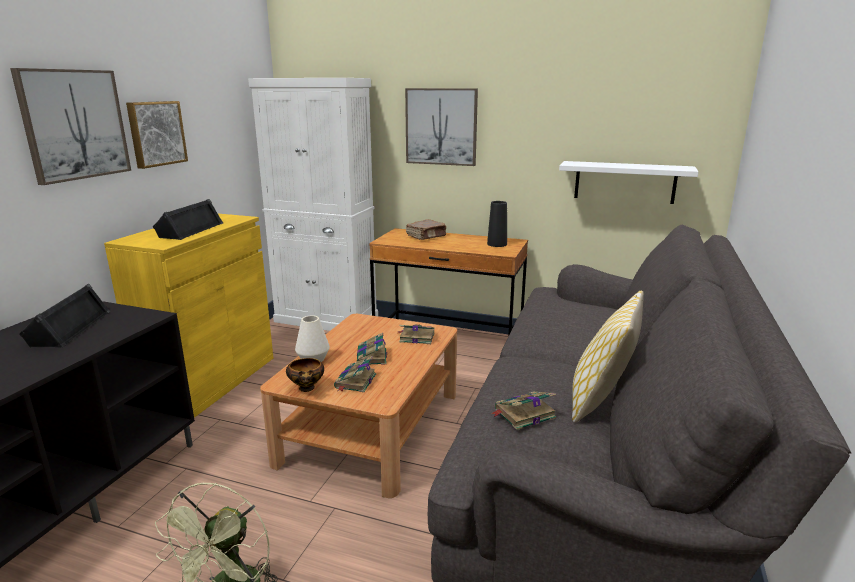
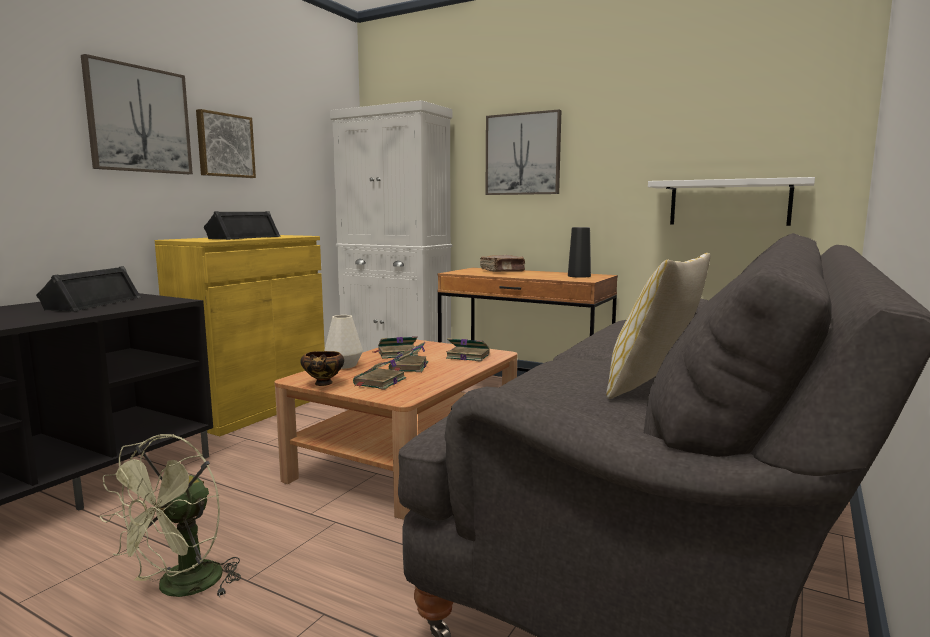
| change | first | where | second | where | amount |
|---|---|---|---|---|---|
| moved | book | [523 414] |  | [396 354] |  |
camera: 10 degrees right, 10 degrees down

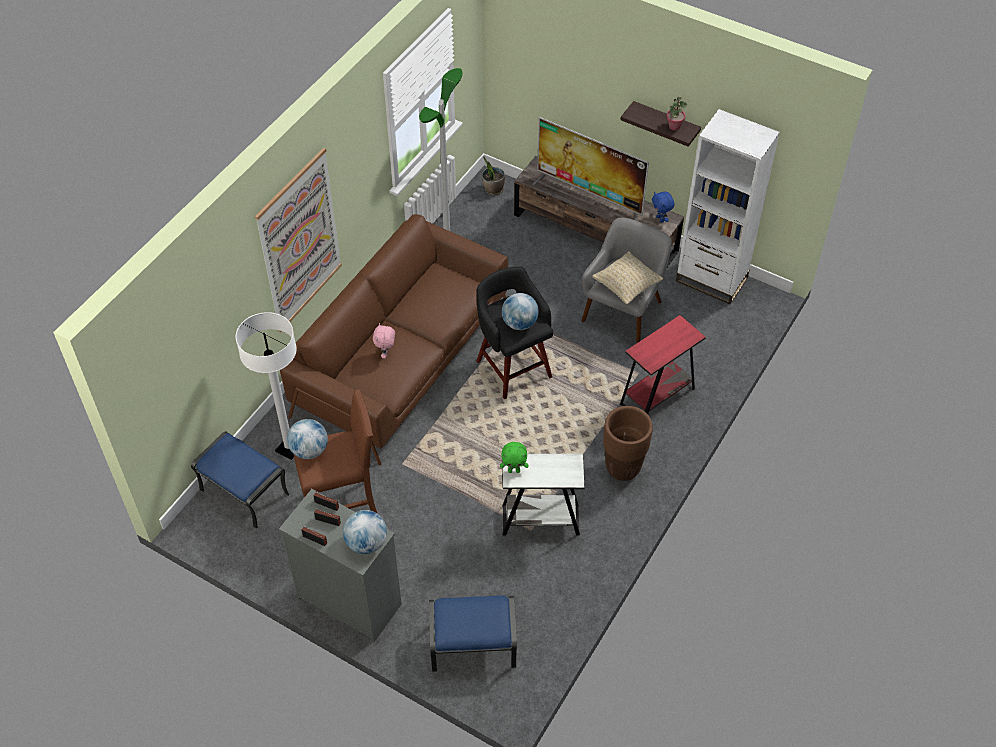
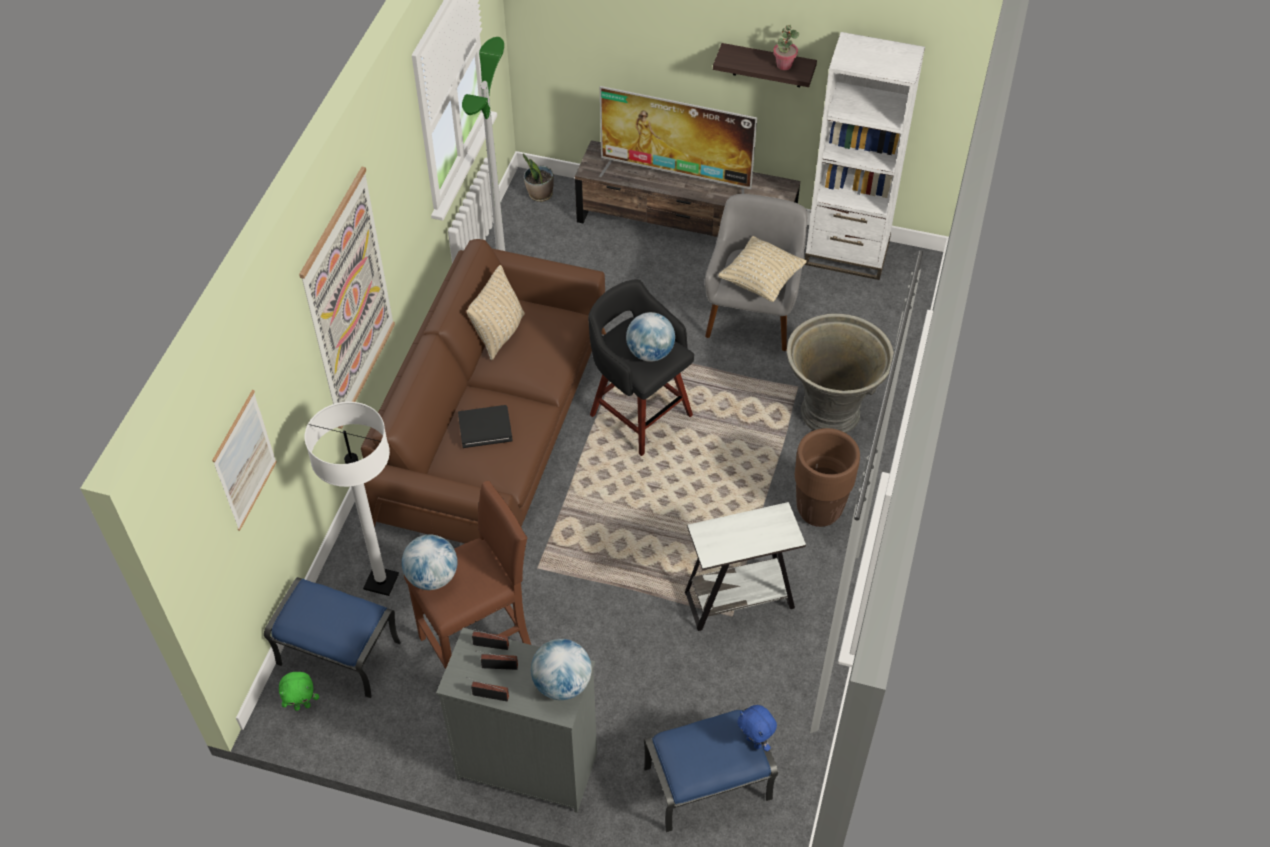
| change | first | where | second | where | amount |
|---|---|---|---|---|---|
| added |  |  | picture | [244 460] |  |
| moved | plush toy in green | [514 470] |  | [302 706] |  |
| replaced | plush toy in pink | [386 353] | book in black | [485 428] |  |
| added |  |  | pillow in beige | [499 333] |  |
| moved | plush toy in blue | [660 219] |  | [754 742] |  |
| replaced | side table in red | [657 396] | planter in grey | [830 411] |  |
camera: 15 degrees left, 0 degrees up

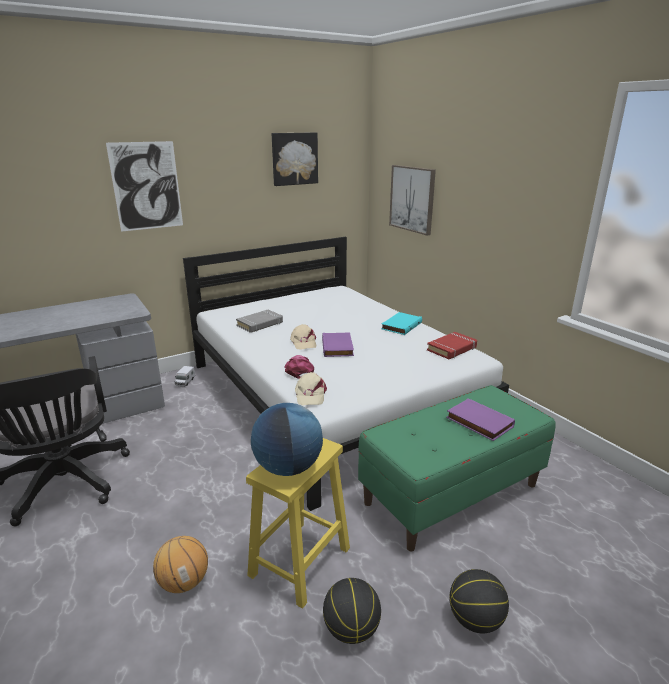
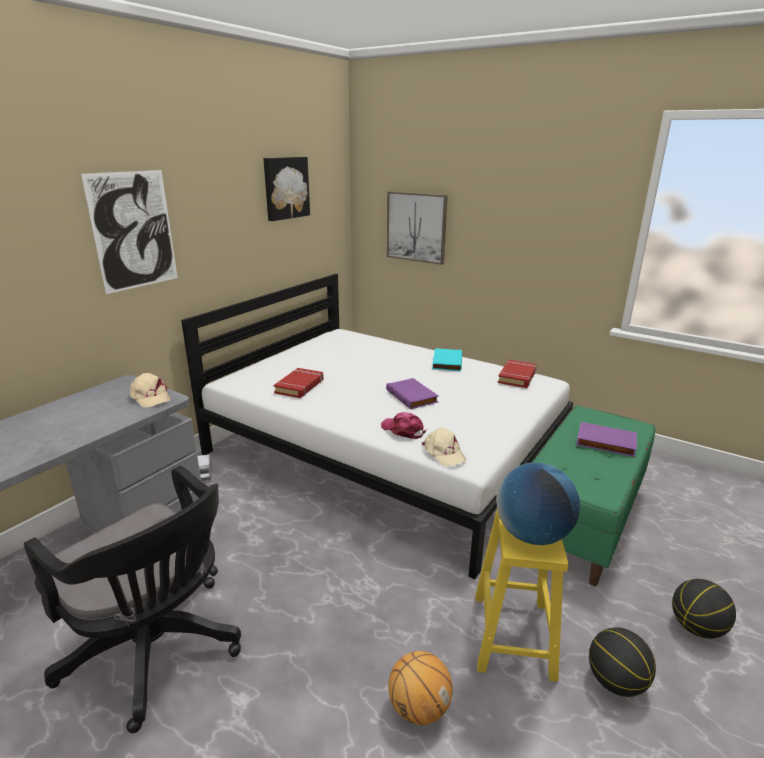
| change | first | where | second | where | amount |
|---|---|---|---|---|---|
| moved | cap in beige | [303 342] |  | [150 397] |  |
| recoloured | book in grey | [260 324] | book in red | [300 386] |  |
camera: 25 degrees left, 0 degrees up

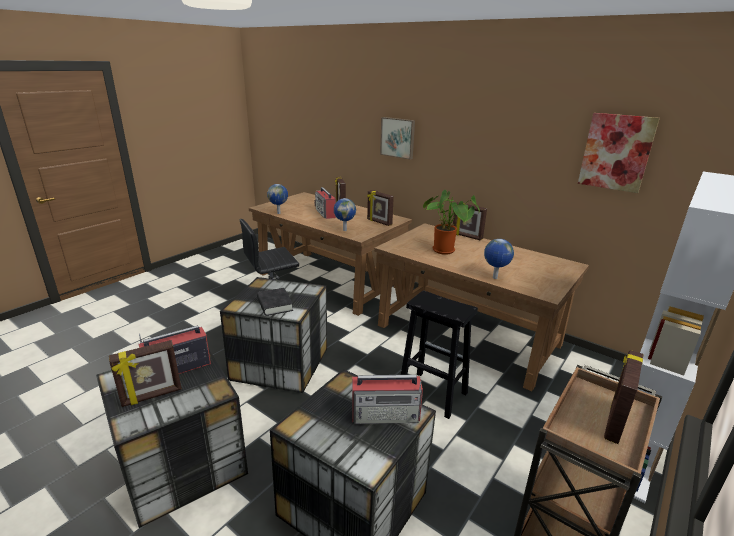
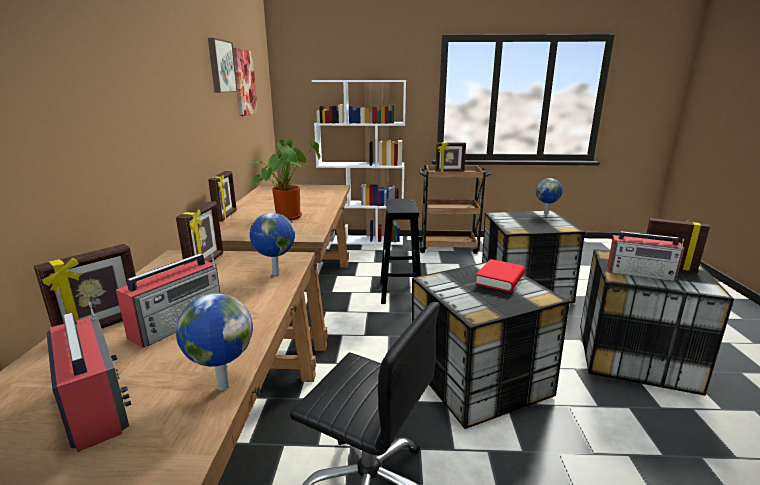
| change | first | where | second | where | amount |
|---|---|---|---|---|---|
| moved | radio | [386 415] |  | [94 405] |  |
| moved | picture | [398 137] |  | [220 66] |  |
| recoloured | book in black | [274 305] | book in red | [500 280] |  |
| moved | globe | [494 278] |  | [546 214] |  |
camera: 125 degrees left, 5 degrees down

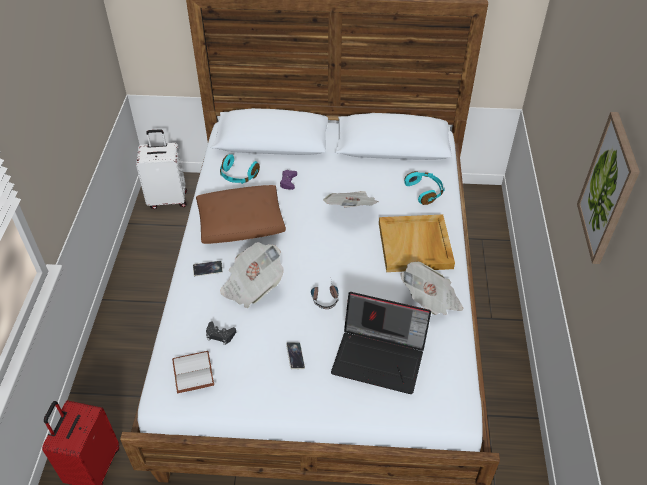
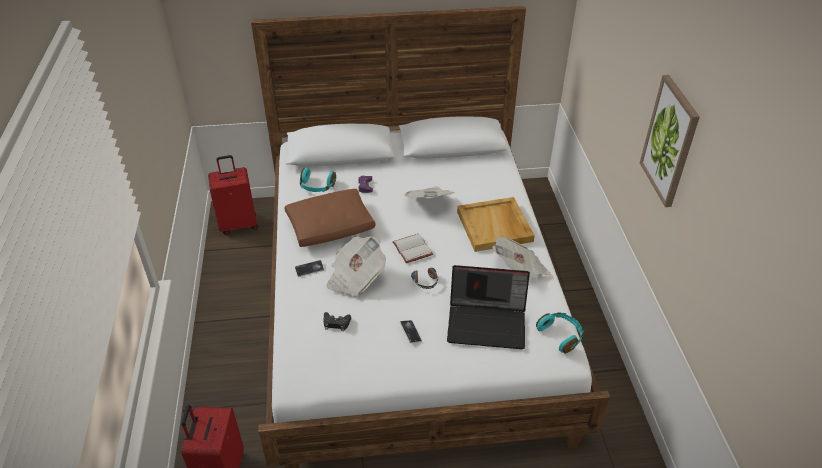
| change | first | where | second | where | amount |
|---|---|---|---|---|---|
| recoloured | suitcase in white | [168 199] | suitcase in red | [238 224] |  |
| moved | book in white | [191 372] |  | [411 249] |  |
| moved | headphones in turquoise | [425 191] |  | [561 335] |  |
camera: 10 degrees left, 5 degrees down

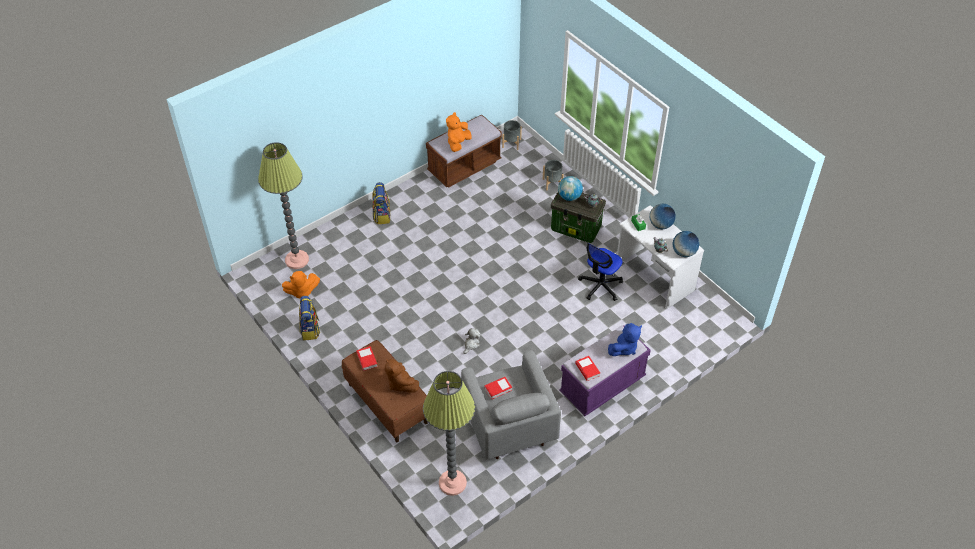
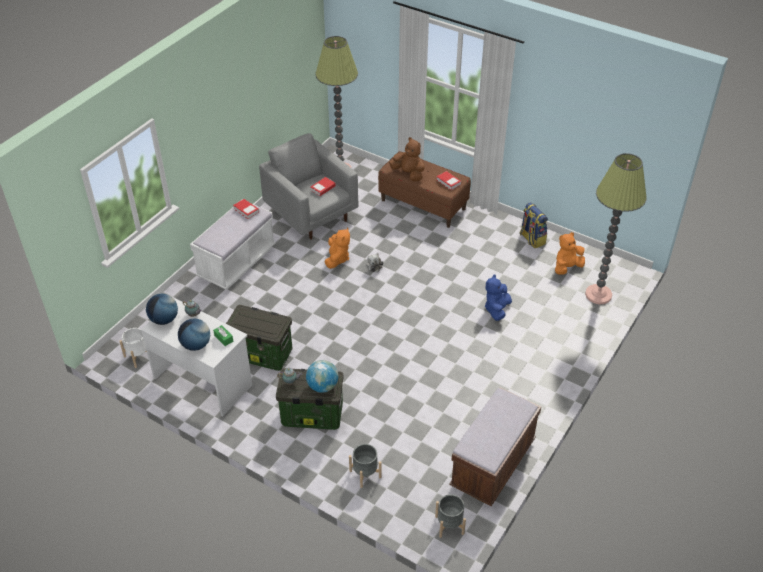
| change | first | where | second | where | amount |
|---|---|---|---|---|---|
| added |  |  | planter in white | [138 356] |  |
| recoloured | bench in purple | [602 385] | bench in white | [236 263] |  |
| replaced | office chair | [600 286] | storage box | [263 354] |  |
| moved | plush toy in orange | [458 143] |  | [337 259] |  |
| moved | plush toy in blue | [624 348] |  | [497 309] |  |
| removed | backpack | [381 215] |  |  |  |
camera: 160 degrees right, 5 degrees down

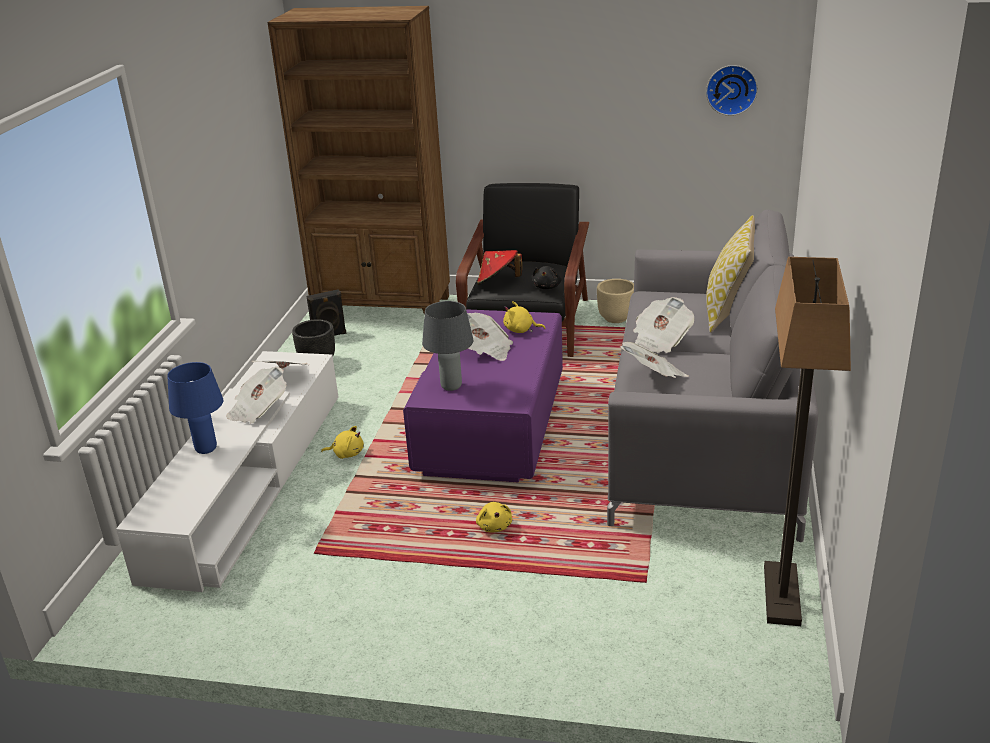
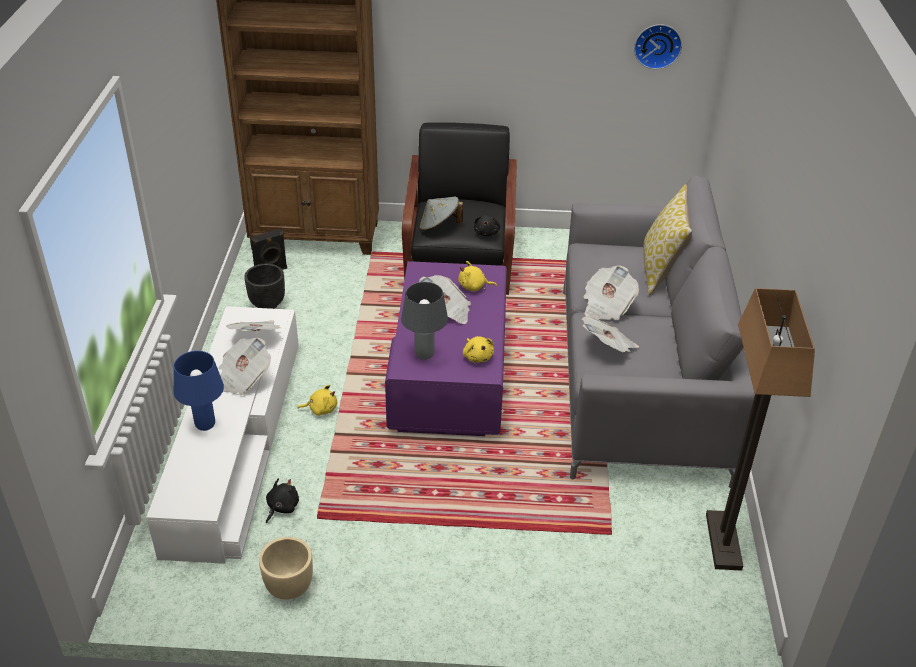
| change | first | where | second | where | amount |
|---|---|---|---|---|---|
| moved | planter in beige | [615 318] |  | [288 587] |  |
| added |  |  | plush toy in black | [281 507] |  |
| recoloured | hat in red | [498 282] | hat in grey | [439 226] |  |
| moved | plush toy in yellow | [494 526] |  | [477 356] |  |
camera: 10 degrees left, 10 degrees up

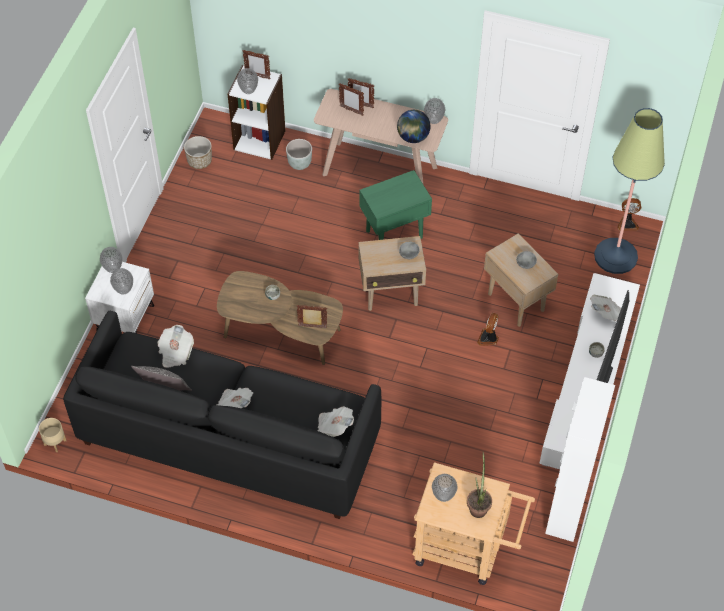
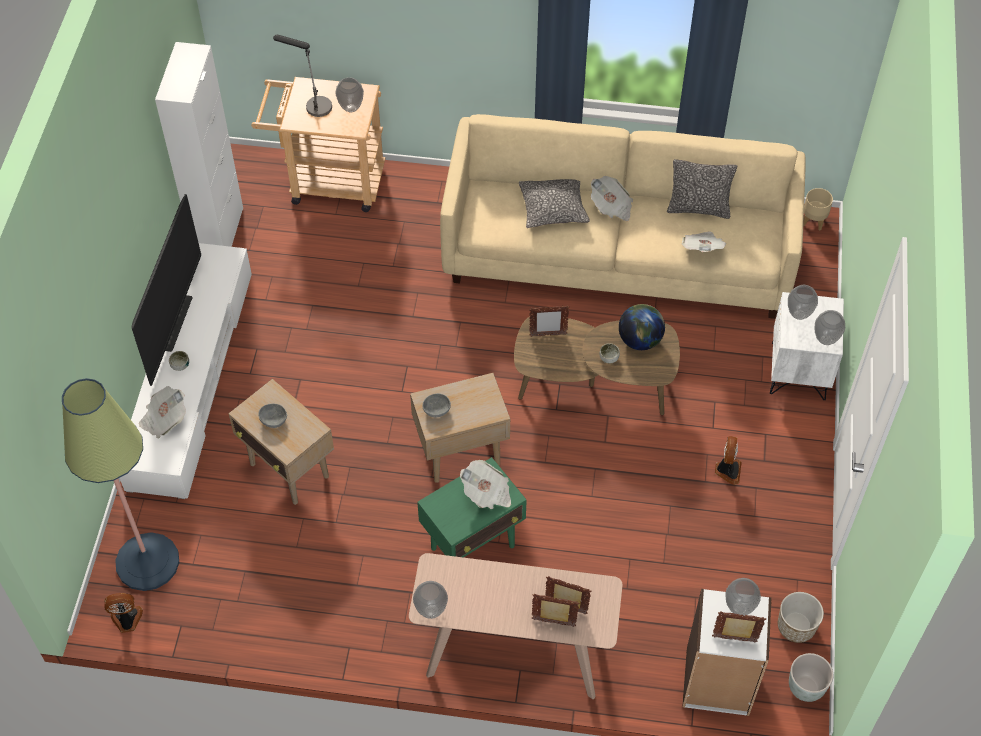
| change | first | where | second | where | amount |
|---|---|---|---|---|---|
| replaced | potted plant | [478 506] | table lamp | [312 104] |  |
| recoloured | sofa in black | [229 438] | sofa in beige | [618 253] |  |
| moved | newspaper | [334 426] |  | [487 493] |  |
| added |  |  | pillow | [553 208] |  |
| moved | globe | [413 137] |  | [640 340] |  |
| moved | fan | [488 338] |  | [727 470] |  |
| moved | planter in grey | [300 164] |  | [805 687] |  |
camera: 170 degrees right, 0 degrees up

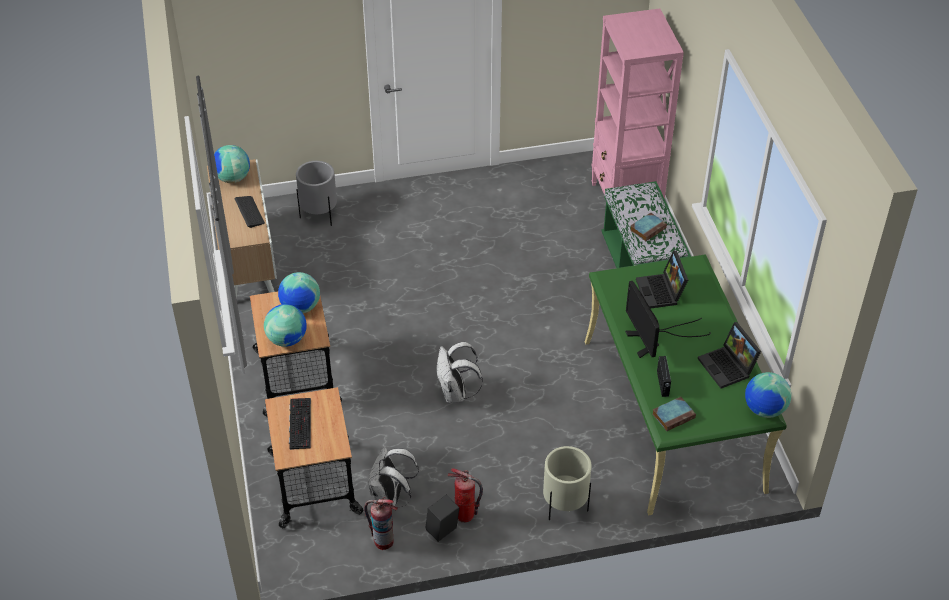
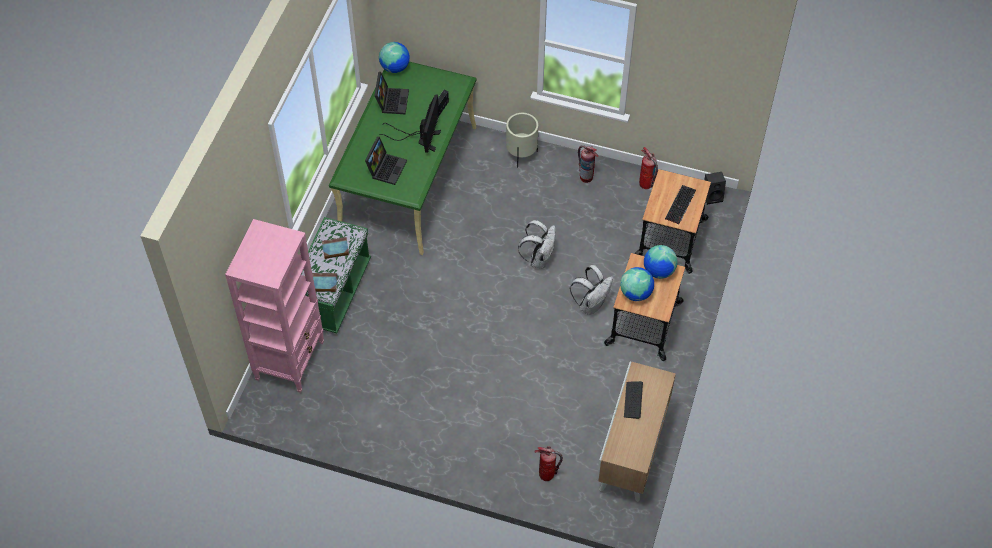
| change | first | where | second | where | amount |
|---|---|---|---|---|---|
| moved | book | [674 415] |  | [323 284] |  |
| replaced | planter in grey | [319 215] | fire extinguisher | [547 474] |  |
| moved | backpack in white | [390 498] |  | [591 304] |  |
| moved | speaker in black | [442 531] |  | [712 196] |  |
| removed | globe | [232 178] |  |  |  |
camera: 150 degrees left, 10 degrees up

